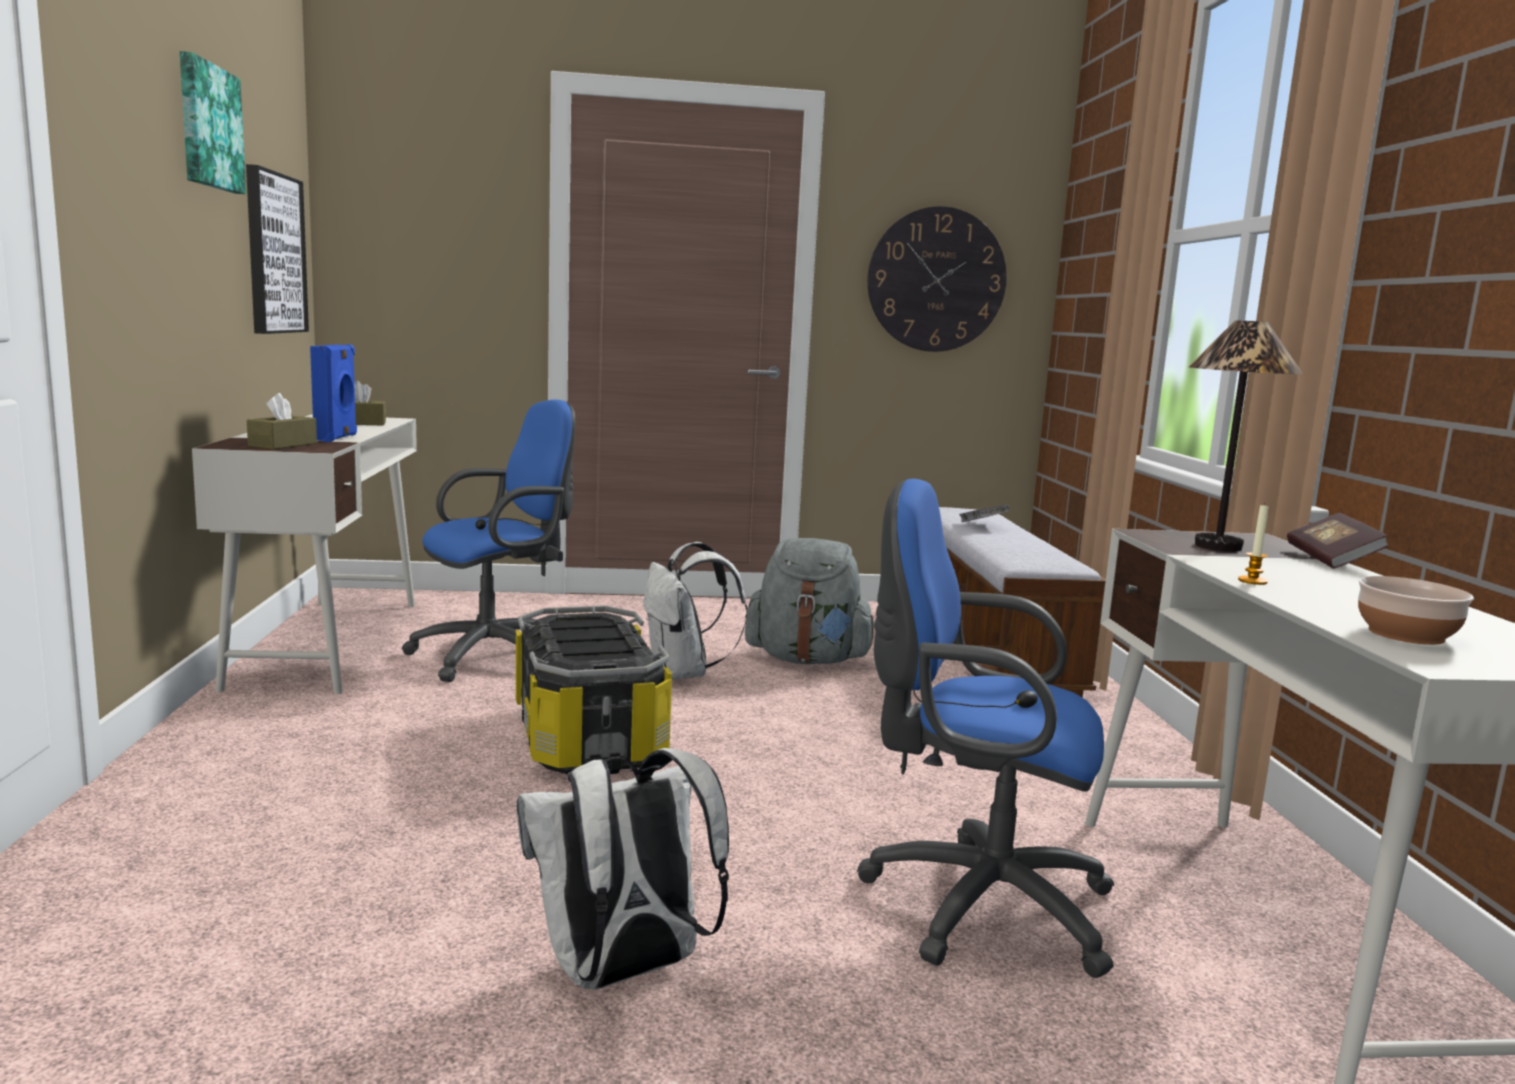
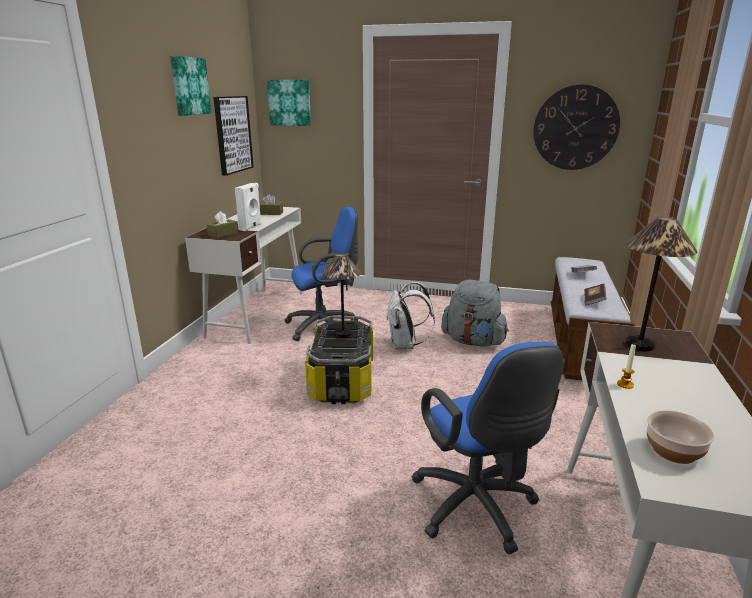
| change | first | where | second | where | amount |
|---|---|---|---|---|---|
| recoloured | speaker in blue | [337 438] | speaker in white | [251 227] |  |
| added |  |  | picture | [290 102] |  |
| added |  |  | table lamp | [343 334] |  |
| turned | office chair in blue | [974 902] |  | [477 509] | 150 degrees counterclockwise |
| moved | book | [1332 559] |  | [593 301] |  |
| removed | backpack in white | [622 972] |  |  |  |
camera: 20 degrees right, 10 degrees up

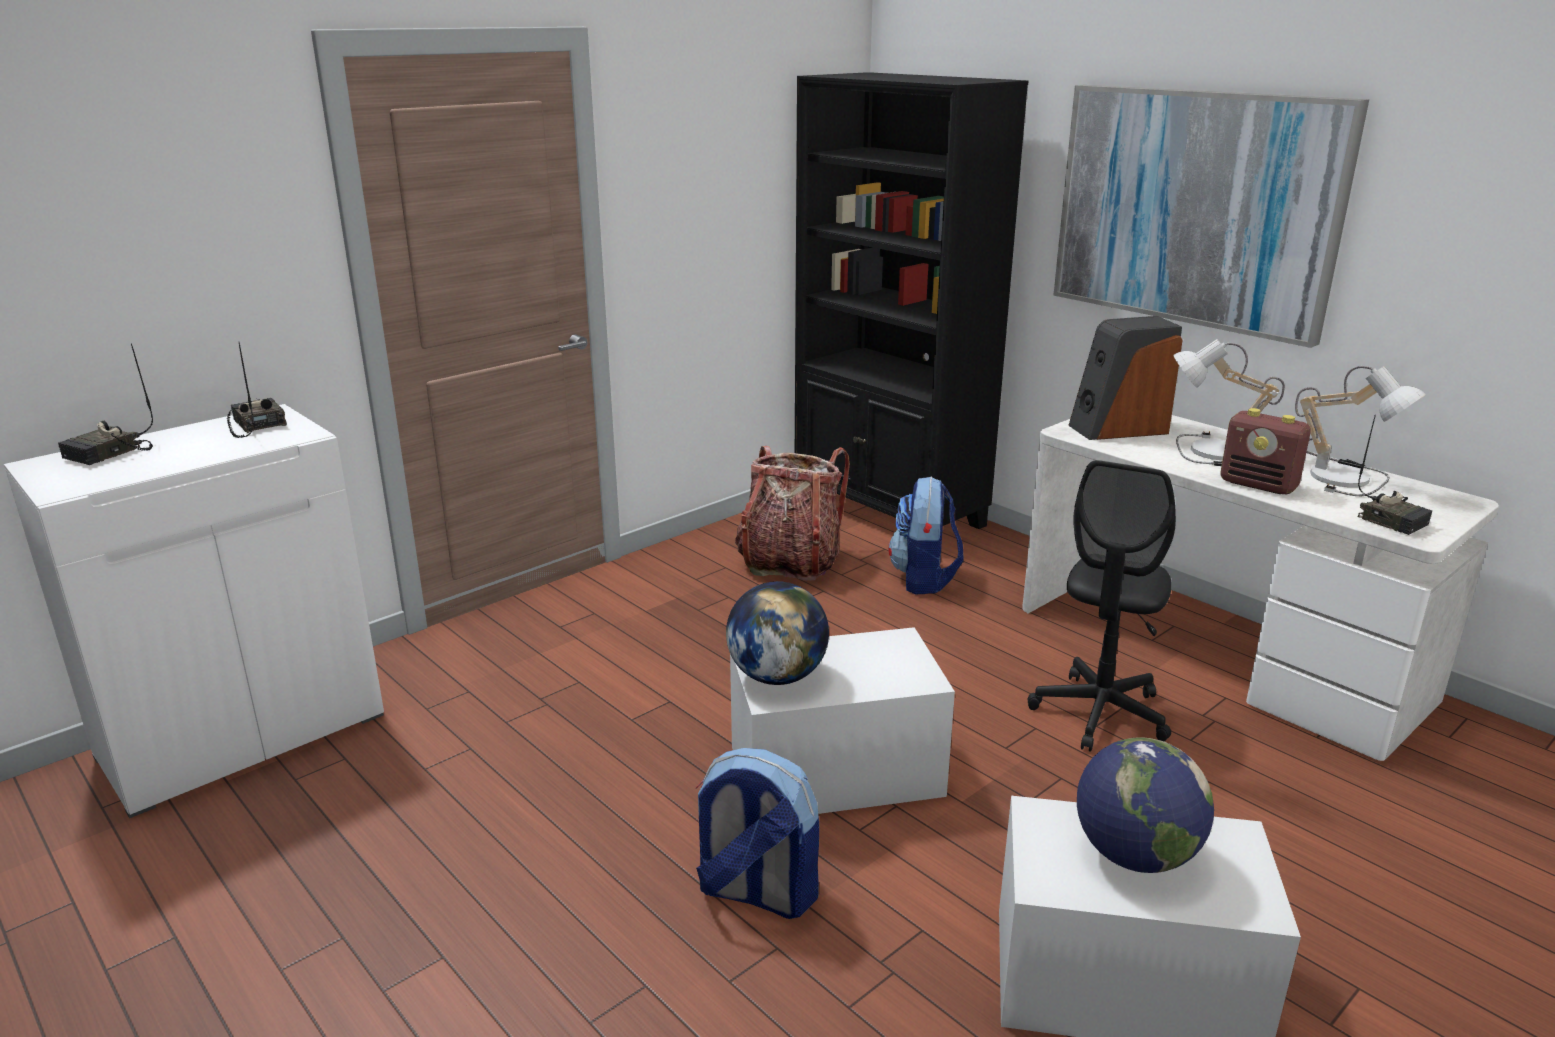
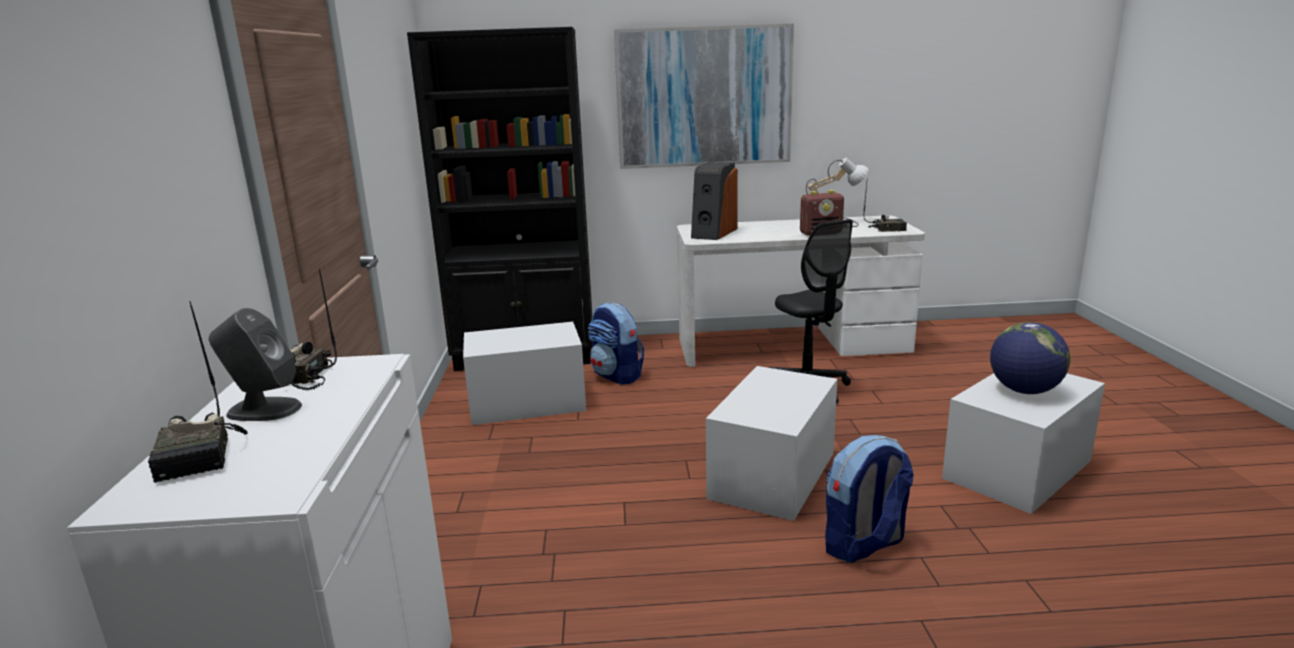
| change | first | where | second | where | amount |
|---|---|---|---|---|---|
| added |  |  | speaker in grey | [263 410] |  |
| replaced | backpack | [790 562] | storage box in white | [526 403] |  |
| removed | globe | [777 676] |  |  |  |
| removed | table lamp | [1214 453] |  |  |  |
camera: 50 degrees left, 5 degrees down

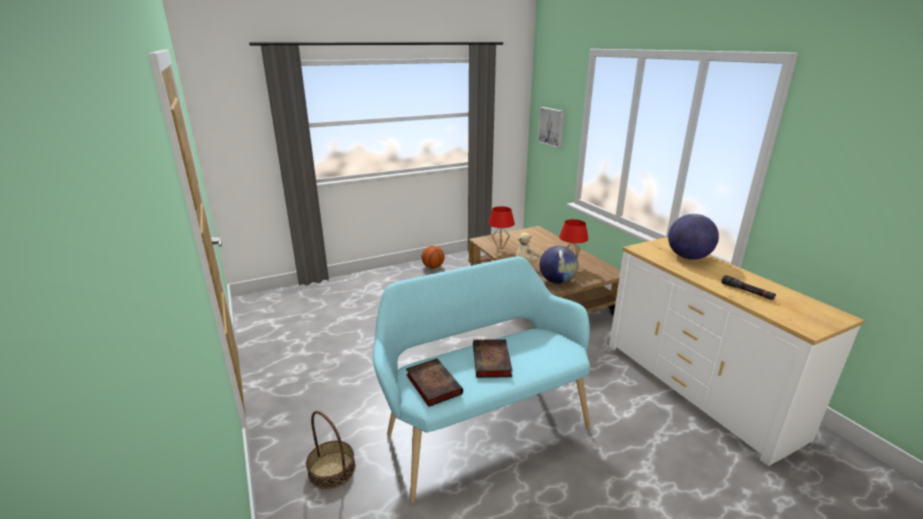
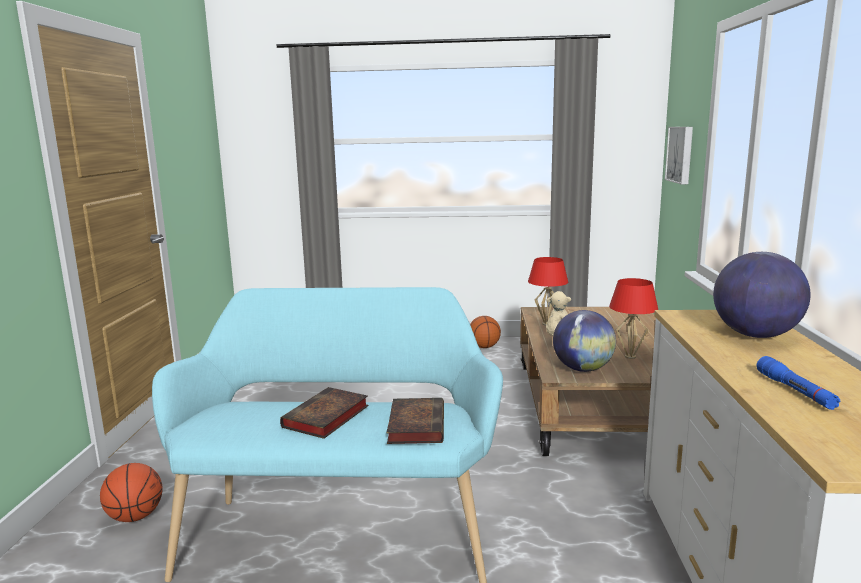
| change | first | where | second | where | amount |
|---|---|---|---|---|---|
| replaced | basket | [331 470] | basketball | [135 517] |  |
| moved | book | [432 384] |  | [416 424] |  |
| recoloured | flashlight in black | [746 291] | flashlight in blue | [795 391] |  |
camera: 30 degrees right, 10 degrees down

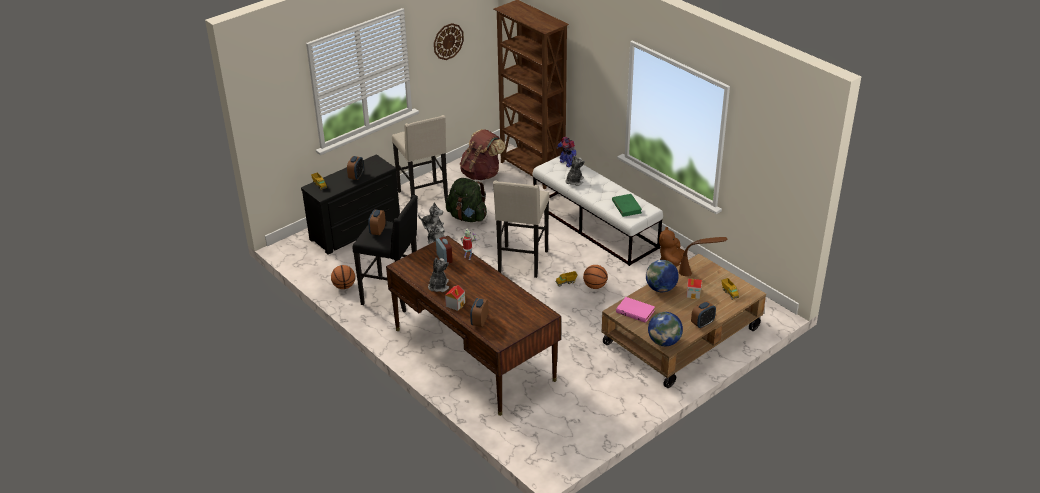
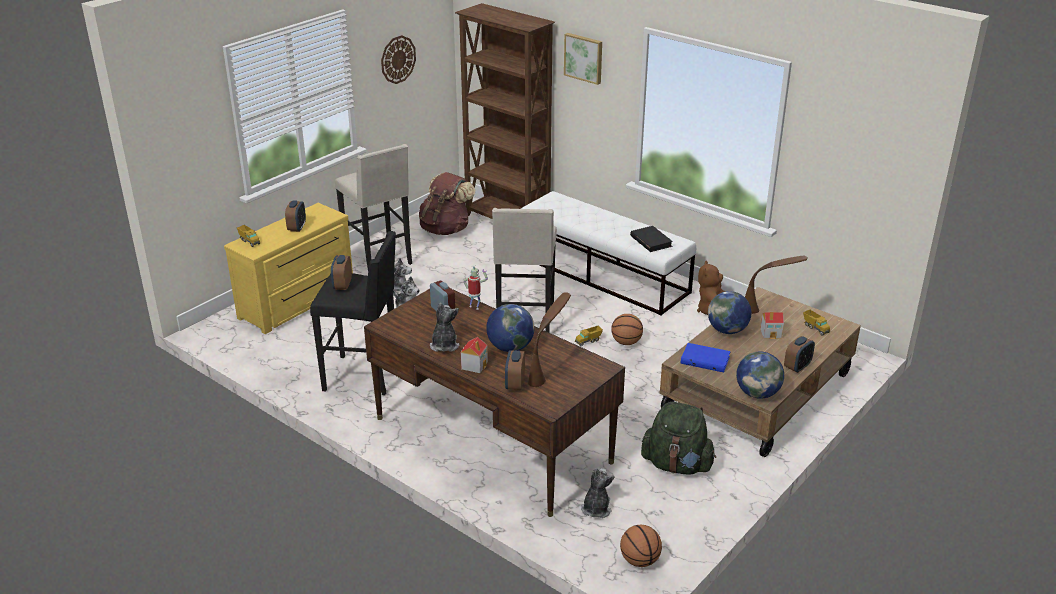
| change | first | where | second | where | amount |
|---|---|---|---|---|---|
| recoloured | dresser in black | [356 230] | dresser in yellow | [299 303] |  |
| added |  |  | globe | [510 347] |  |
| added |  |  | table lamp in brown | [549 369] |  |
| added |  |  | picture | [584 58] |  |
| moved | plush toy | [574 181] |  | [596 508] |  |
| moved | basketball | [344 286] |  | [639 560] |  |
| recoloured | book in green | [626 207] | book in black | [651 241] |  |
| moved | backpack in green | [467 217] |  | [677 465] |  |
| recoloured | book in pink | [635 311] | book in blue | [705 359] |  |
| removed | toy robot | [567 163] |  |  |  |
camera: 10 degrees left, 5 degrees down

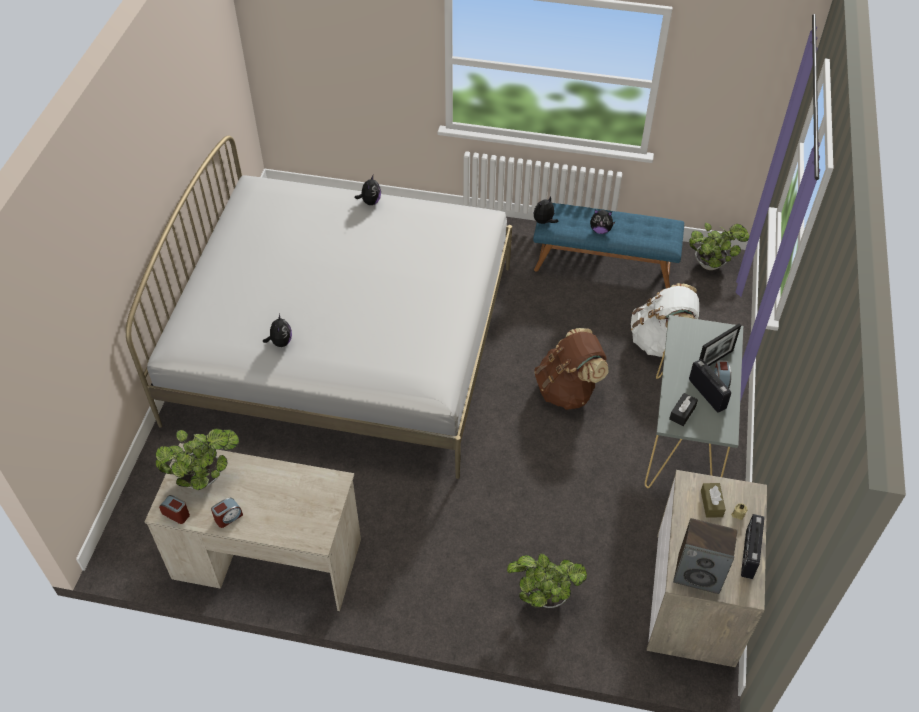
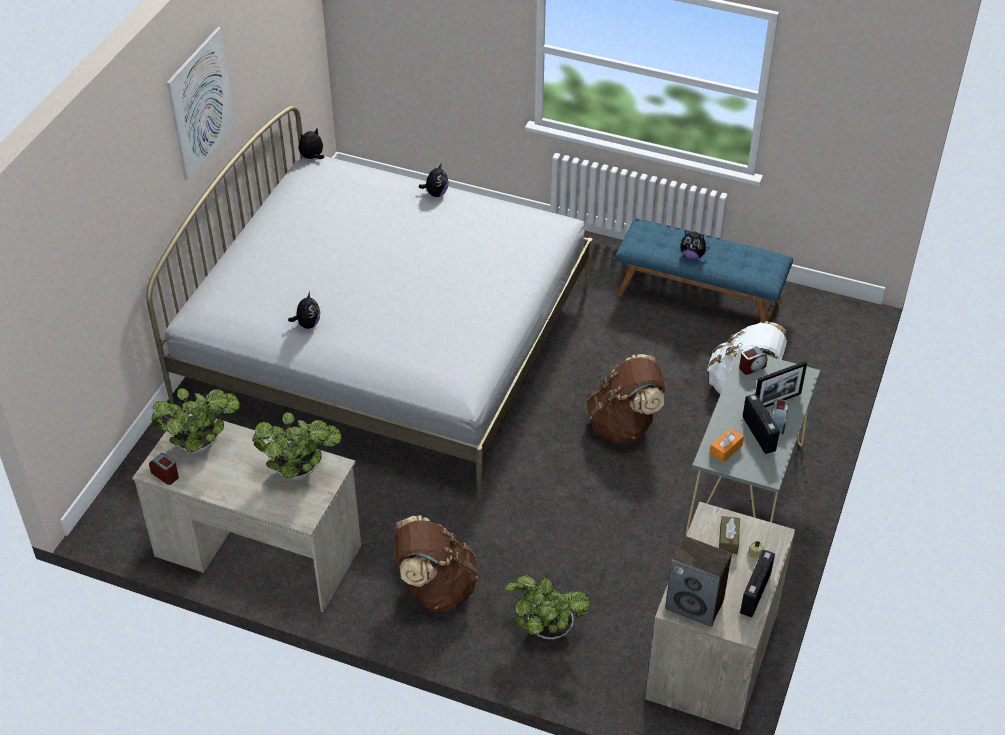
| change | first | where | second | where | amount |
|---|---|---|---|---|---|
| added |  |  | picture | [201 103] |  |
| moved | potted plant | [711 264] |  | [301 471] |  |
| moved | plush toy | [544 222] |  | [312 157] |  |
| added |  |  | backpack in brown | [435 588] |  |
| recoloured | tissue box in black | [682 413] | tissue box in orange | [726 449] |  |
| moved | alarm clock | [228 517] |  | [752 367] |  |
camera: 10 degrees right, 5 degrees down

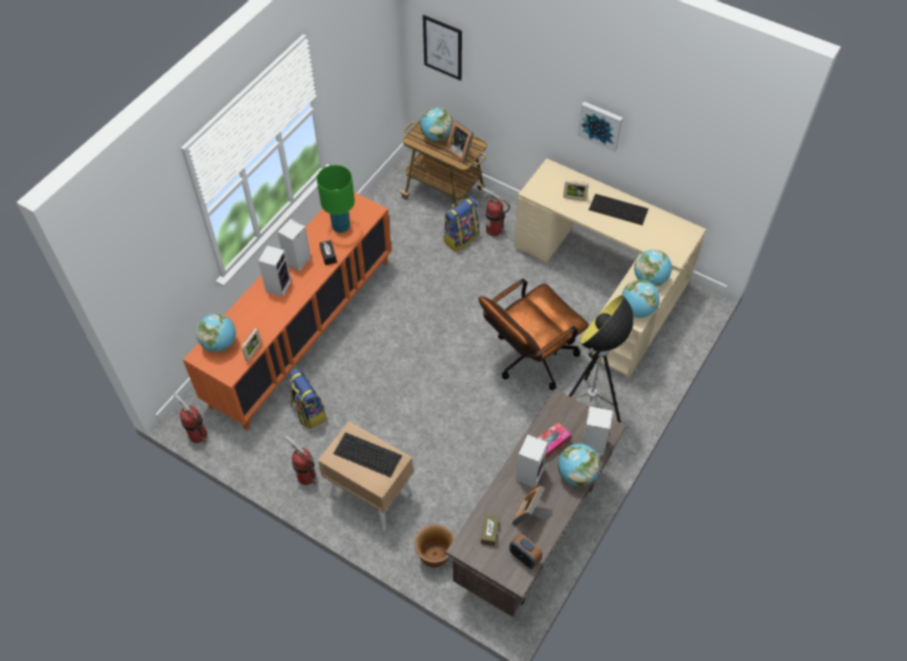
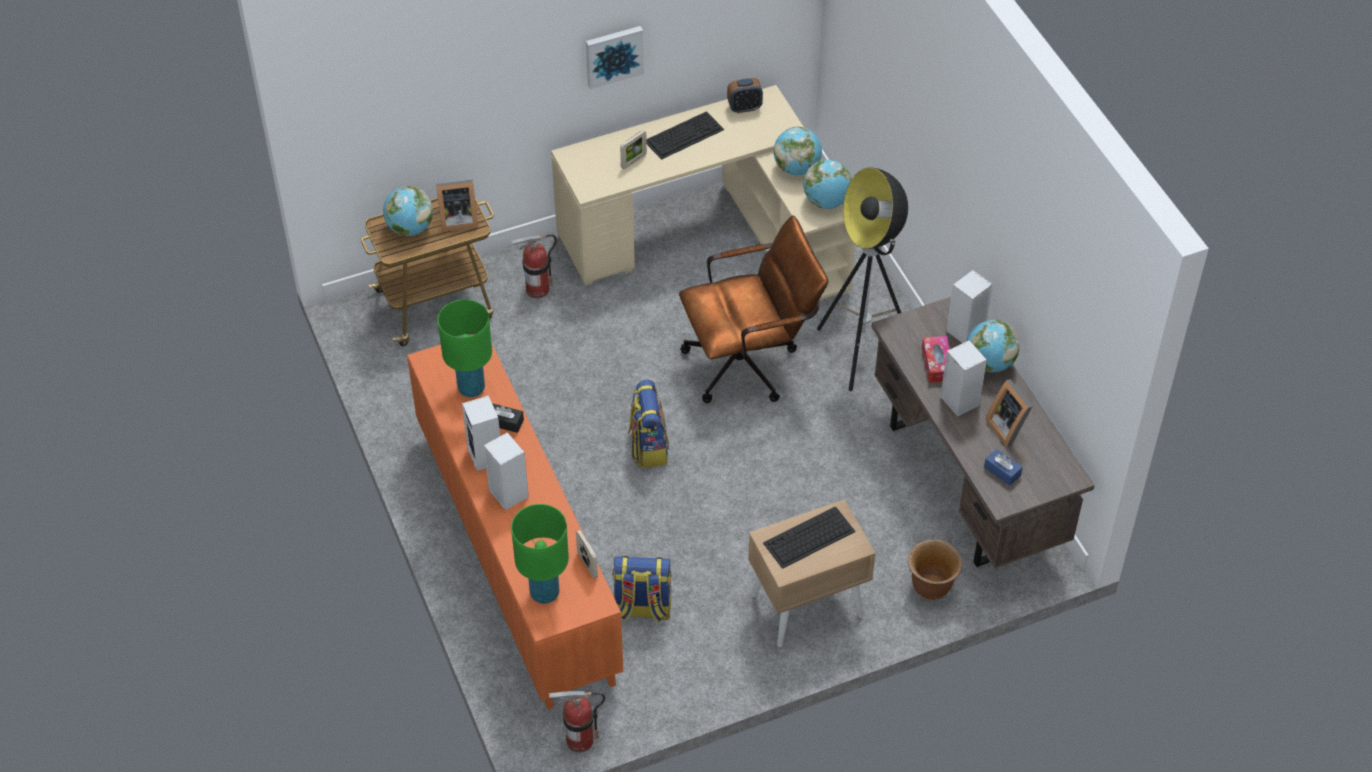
| change | first | where | second | where | amount |
|---|---|---|---|---|---|
| replaced | globe | [220 343] | table lamp in green | [544 593] |  |
| moved | backpack | [460 238] |  | [648 446] |  |
| turned | office chair in brown | [529 360] |  | [750 363] | 105 degrees counterclockwise |
| moved | alarm clock | [524 557] |  | [744 107] |  |
| recoloured | tissue box in brown | [489 532] | tissue box in blue | [1002 471] |  |
| removed | fire extinguisher | [306 476] |  |  |  |
| removed | picture | [442 47] |  |  |  |
camera: 55 degrees left, 5 degrees down

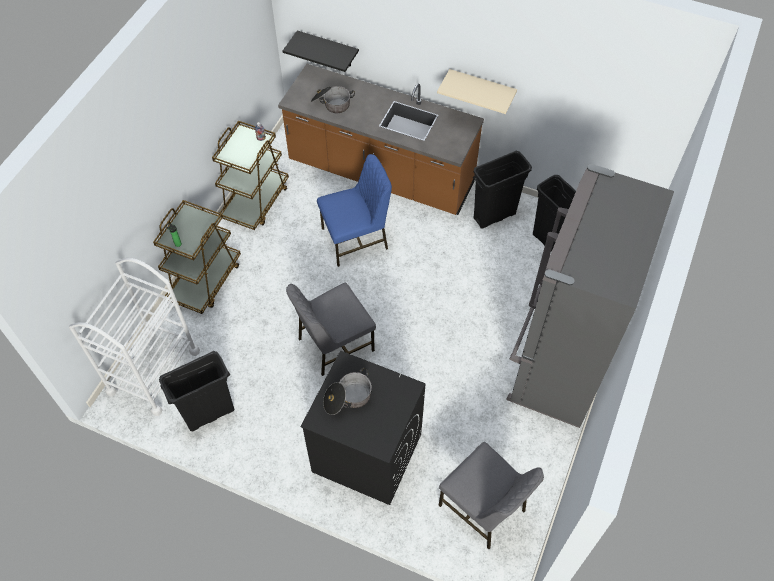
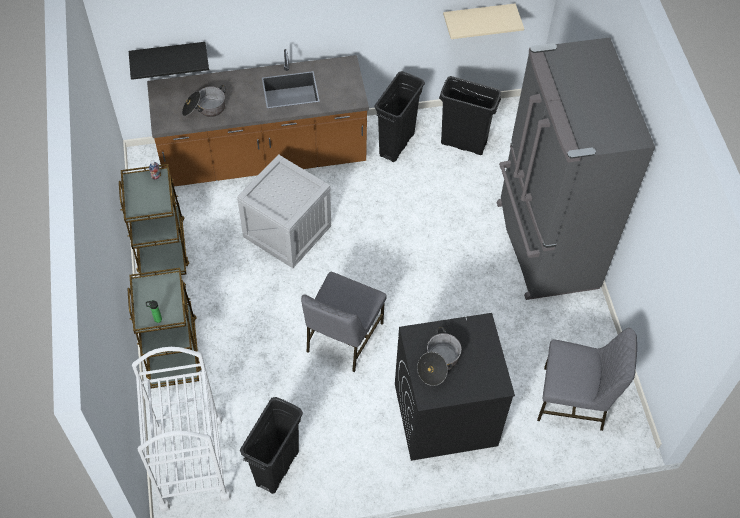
| change | first | where | second | where | amount |
|---|---|---|---|---|---|
| replaced | chair in blue | [356 239] | crate | [288 231] |  |
| moved | shelf in beige | [481 88] |  | [478 17] |  |
camera: 35 degrees left, 0 degrees up

